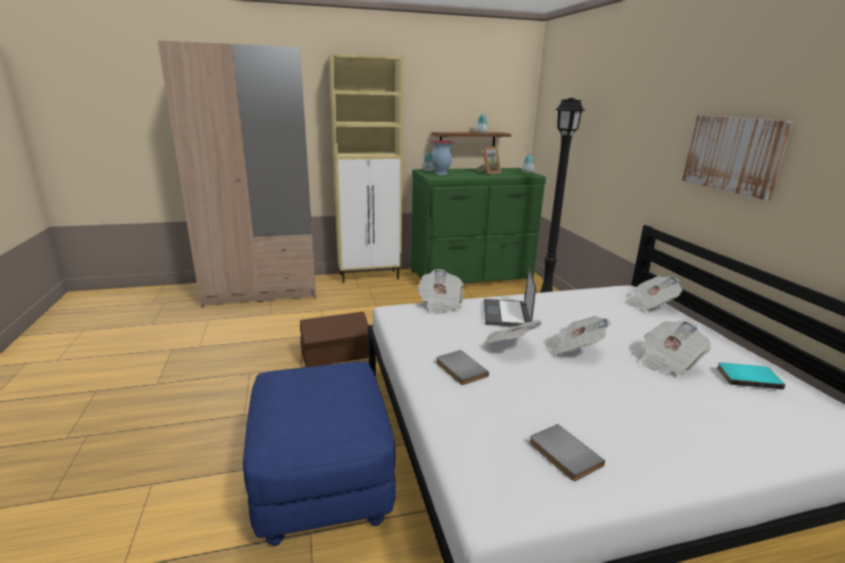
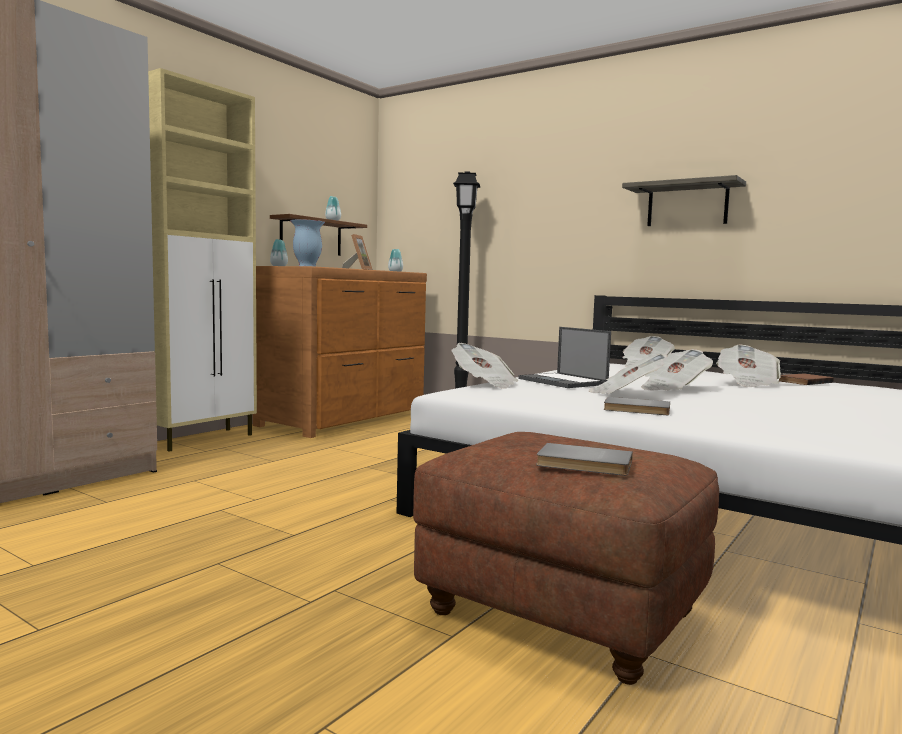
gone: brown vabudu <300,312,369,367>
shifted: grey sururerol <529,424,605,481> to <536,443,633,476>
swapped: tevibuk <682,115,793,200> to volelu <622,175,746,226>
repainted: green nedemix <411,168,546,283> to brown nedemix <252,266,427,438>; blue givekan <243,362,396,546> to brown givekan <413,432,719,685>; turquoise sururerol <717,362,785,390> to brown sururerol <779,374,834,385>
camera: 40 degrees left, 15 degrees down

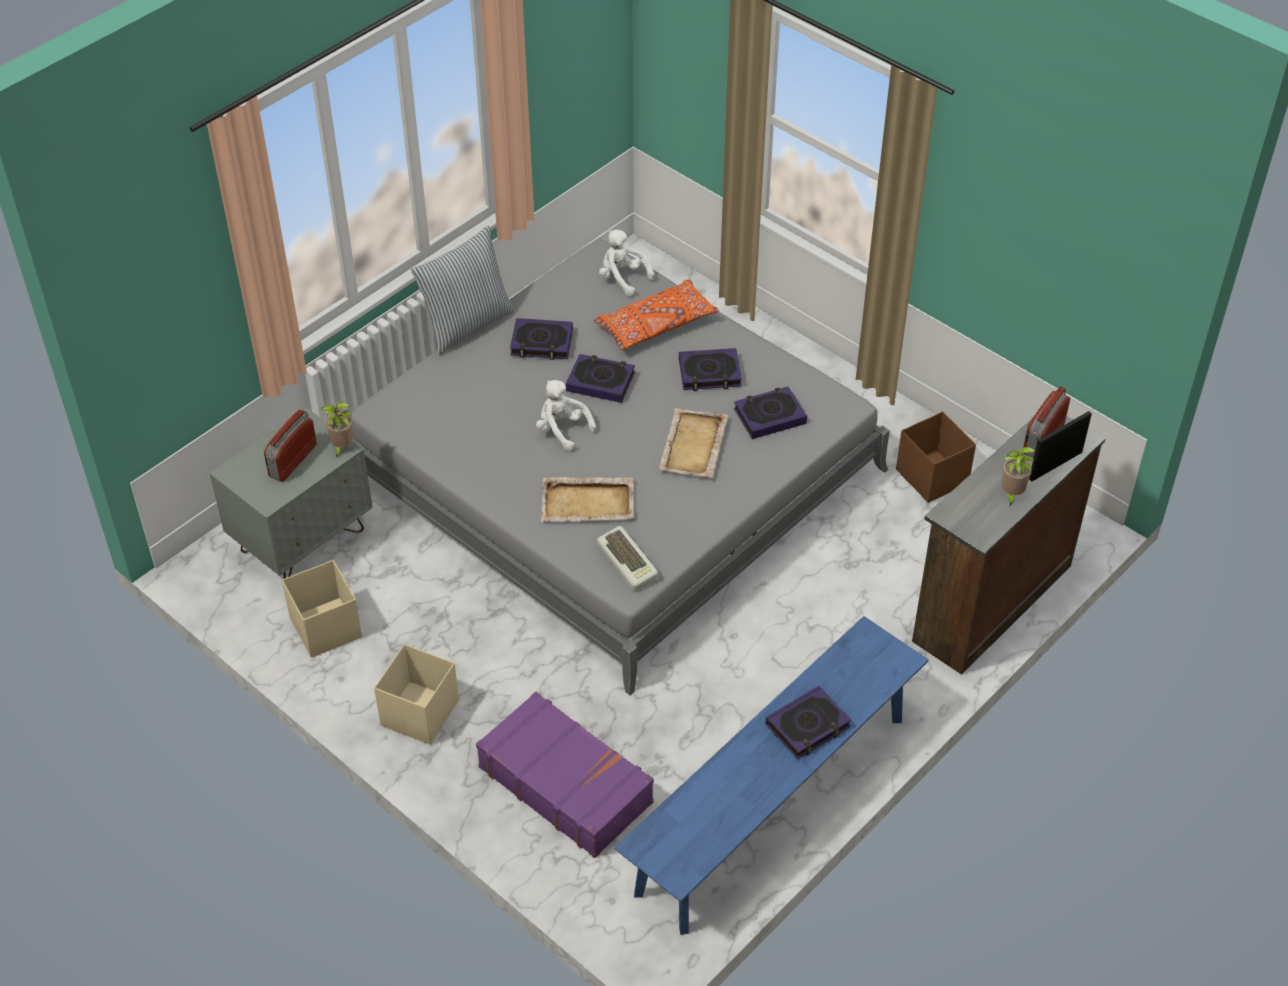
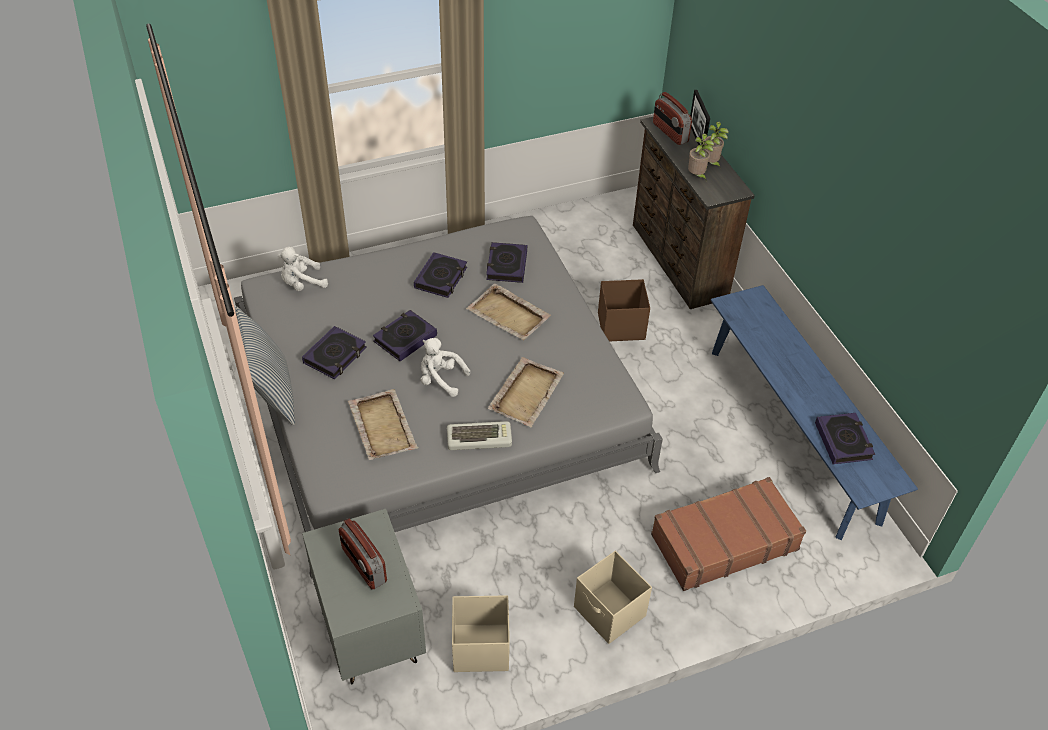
gone: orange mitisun <593,279,719,351>
new: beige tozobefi <348,389,418,460>
shifted: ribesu <597,526,658,591> to <447,421,512,450>; brown vabudu <896,411,976,503> to <598,279,650,341>; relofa <321,402,353,457> to <688,134,714,179>; sururerol <765,686,852,759> to <815,413,875,464>
repainted: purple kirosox <476,692,654,858> to brown kirosox <651,477,806,591>
rotated: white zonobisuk <536,380,596,451> = <421,338,470,397> 45 degrees clockwise
camera: 65 degrees left, 0 degrees up

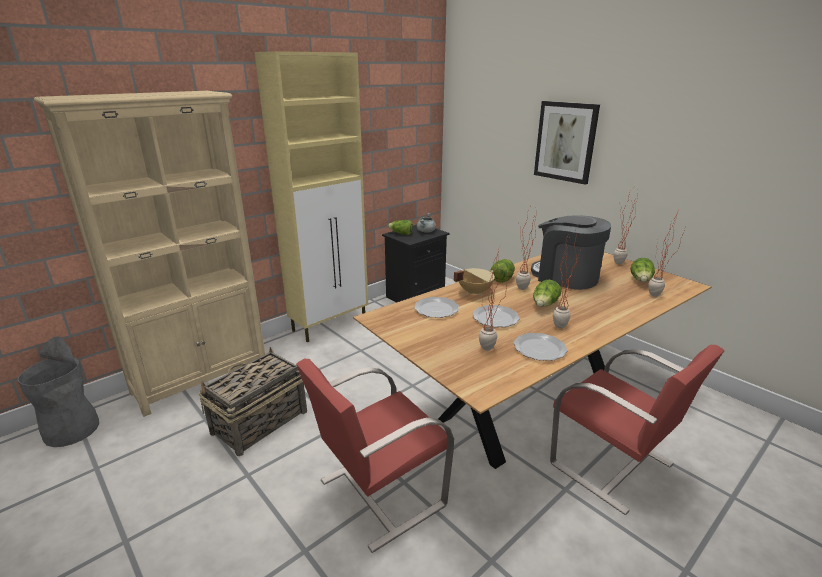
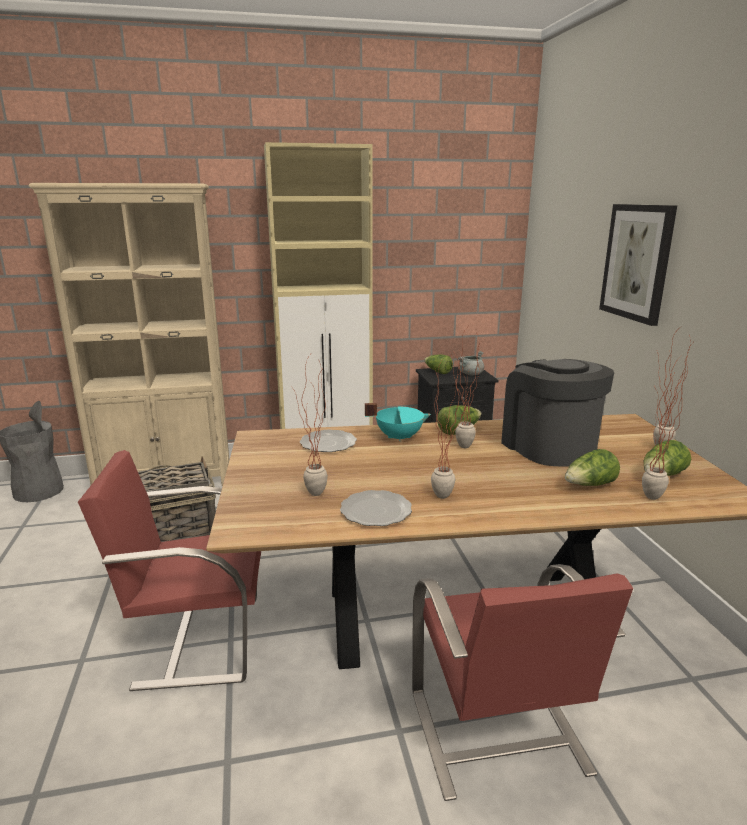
gone: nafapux <473,305,520,327>
shifted: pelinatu <533,280,561,307> to <565,449,620,486>
repainted: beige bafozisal <454,268,495,296> to turquoise bafozisal <365,403,431,442>
camera: 30 degrees right, 5 degrees down

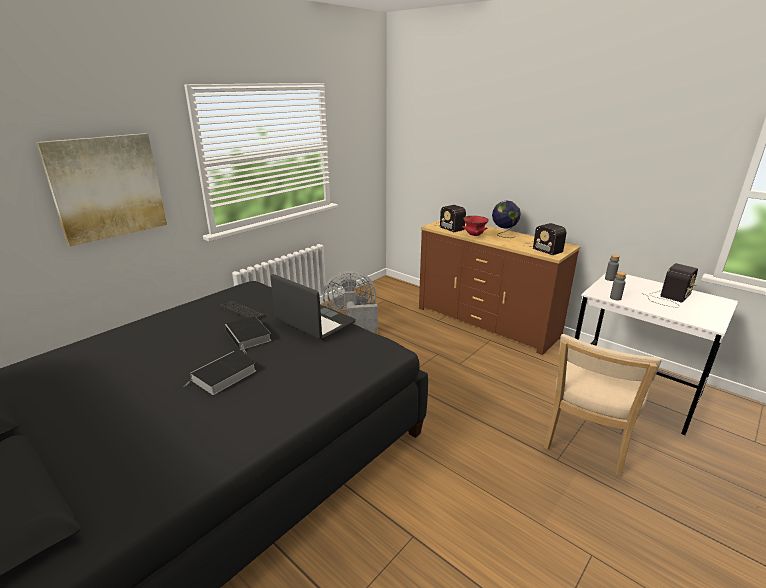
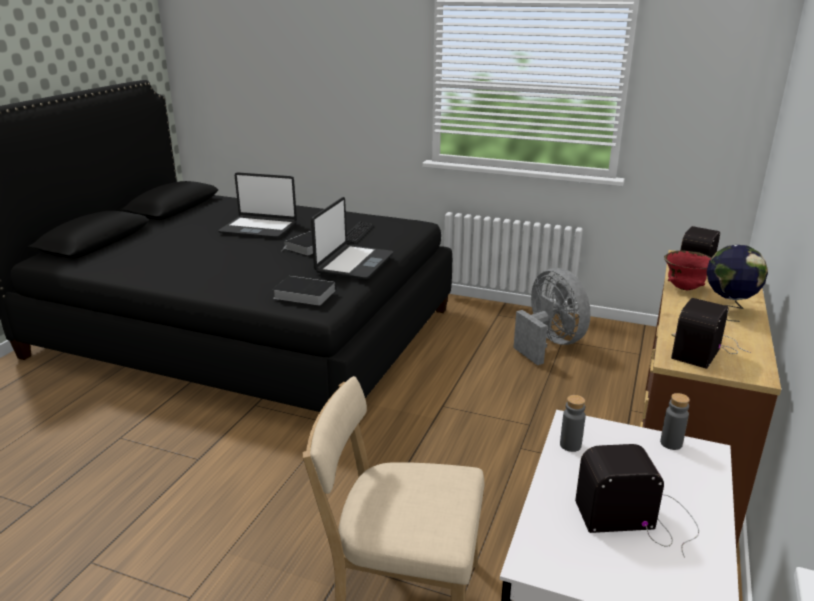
gone: tevibuk <36,133,167,246>
new: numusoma <218,172,297,238>
shifted: sururerol <184,351,256,395> to <272,276,336,306>
rotated: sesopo <641,263,698,307> = <575,444,699,558> 150 degrees clockwise
camera: 70 degrees right, 0 degrees up

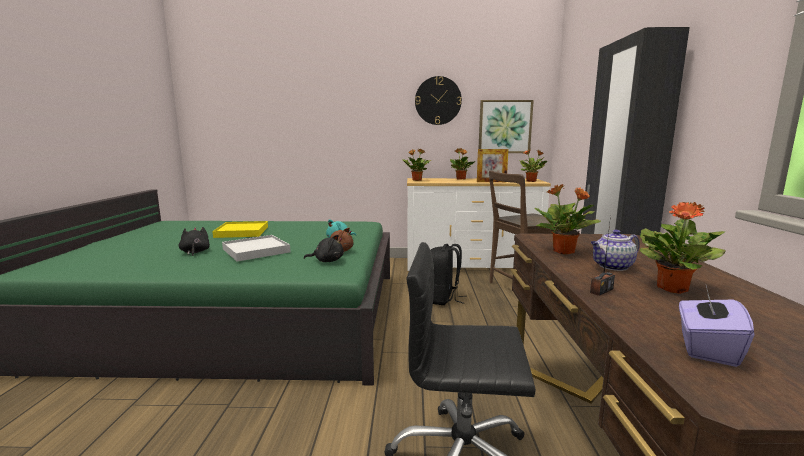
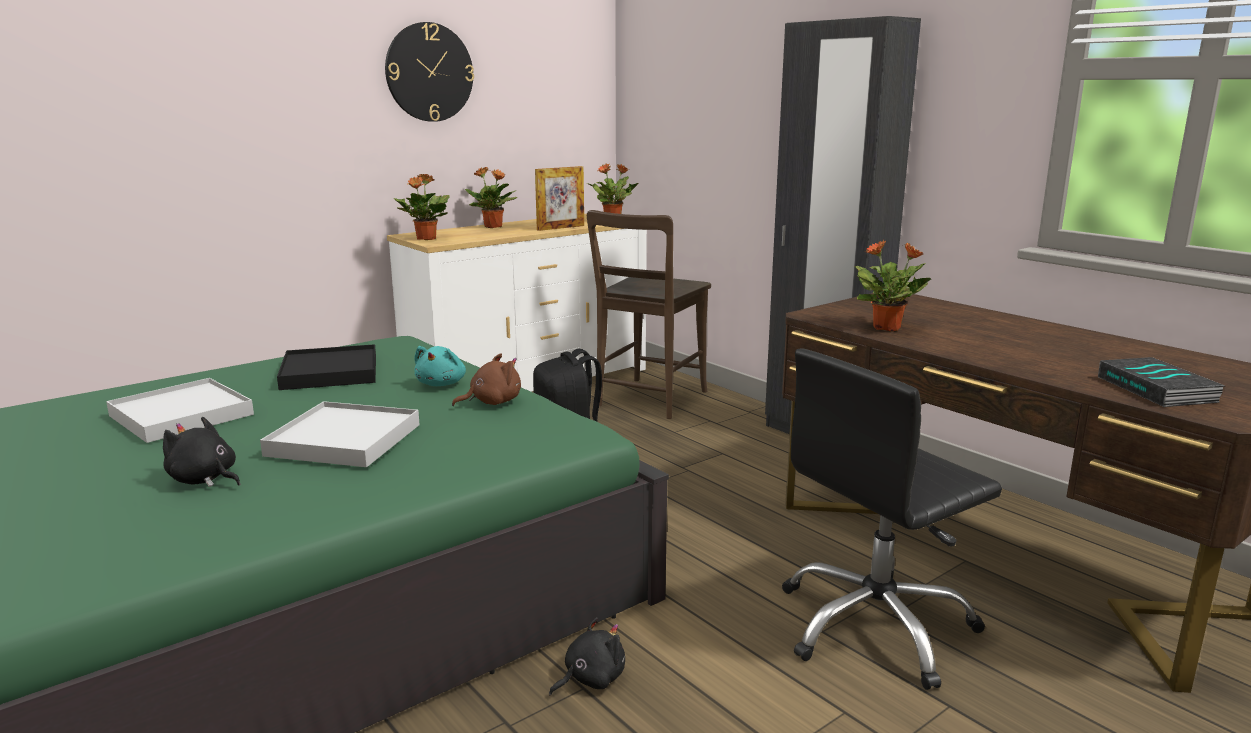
gone: tevibuk <479,100,534,153>; sesopo <590,215,615,296>; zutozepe <590,230,640,271>; relofa <640,202,726,294>
new: black tozobefi <277,344,376,390>
shifted: black zonobisuk <304,235,344,262> to <549,617,625,695>
swapped: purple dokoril <679,285,754,367> to sururerol <1098,357,1225,407>
repainted: yellow tozobefi <212,221,268,238> to white tozobefi <106,378,254,443>
camera: 40 degrees left, 5 degrees up

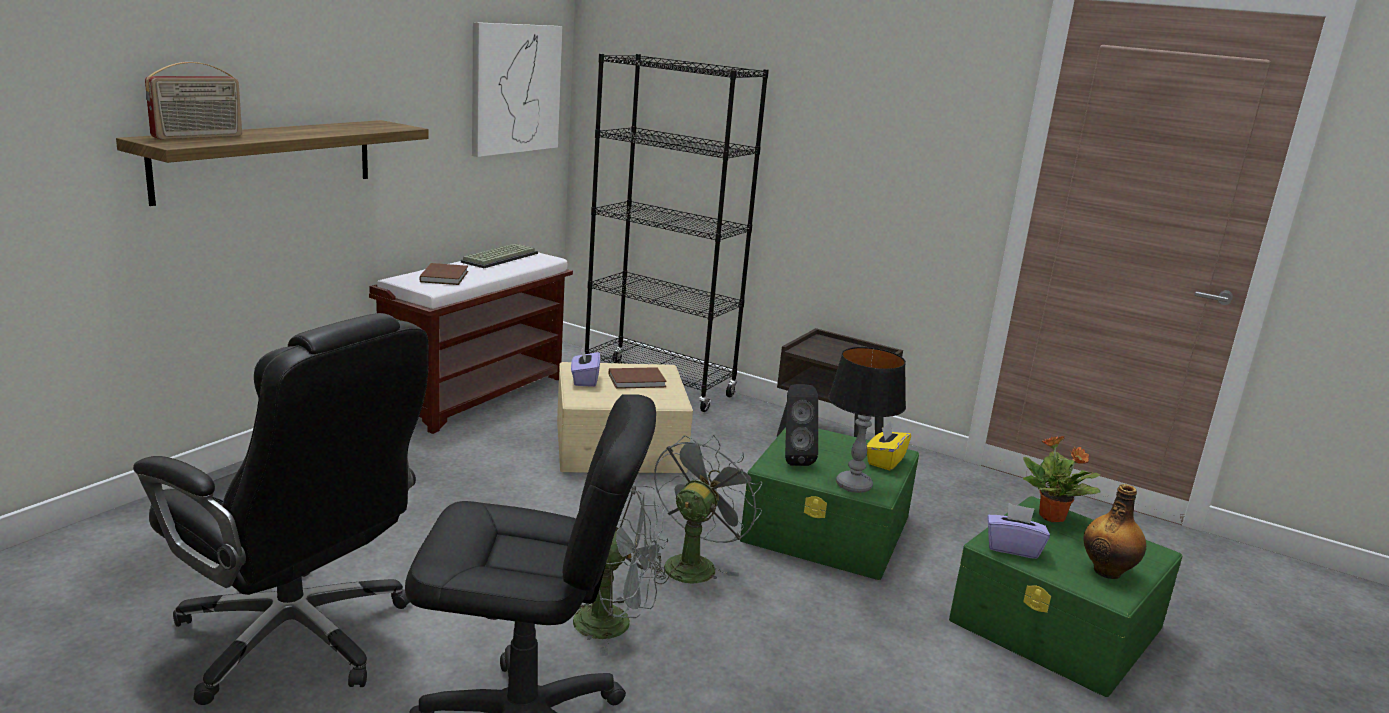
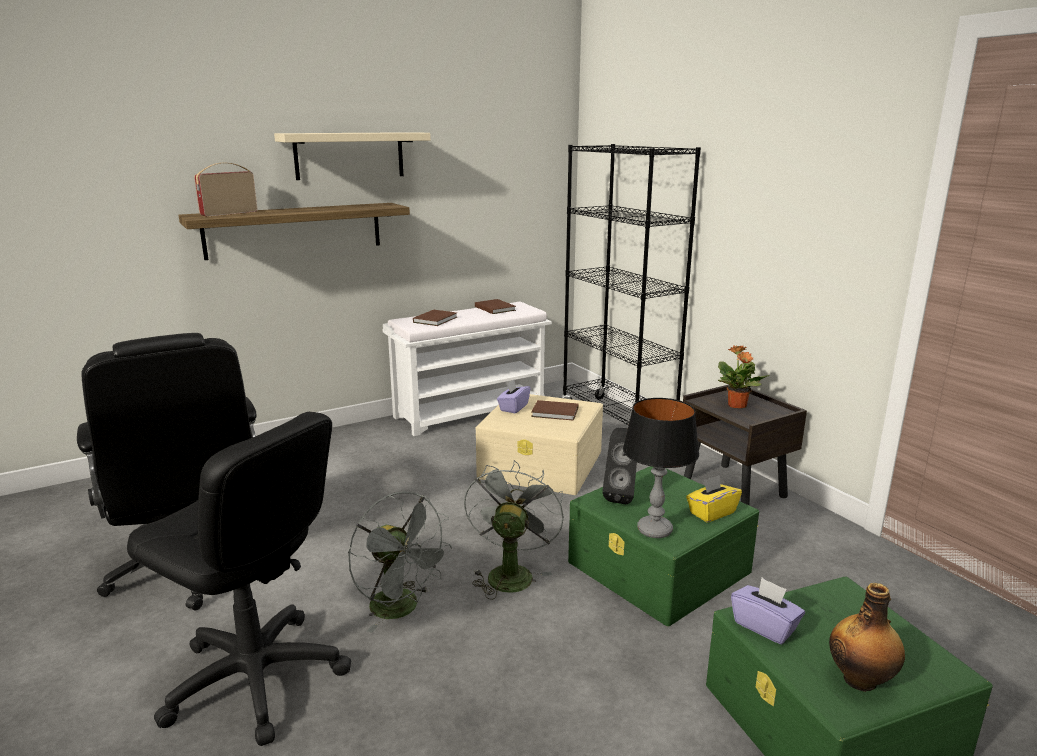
gone: tevibuk <472,22,562,157>
new: beige volelu <274,132,431,180>
shifted: relofa <1023,436,1101,522> to <718,345,770,408>
swapped: ribesu <461,244,538,268> to brown sururerol <475,299,516,314>
repainted: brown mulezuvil <369,252,573,434> to white mulezuvil <382,302,552,436>
rotated: sesopo <145,62,242,139> = <194,162,257,217> 150 degrees clockwise; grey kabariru <650,435,762,584> = <464,460,564,600> 45 degrees counterclockwise
camera: 30 degrees right, 0 degrees up

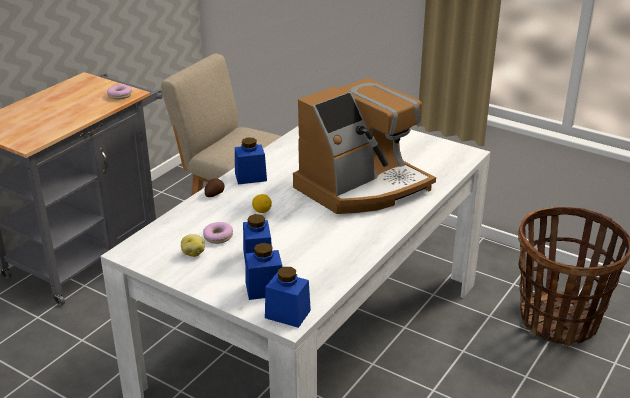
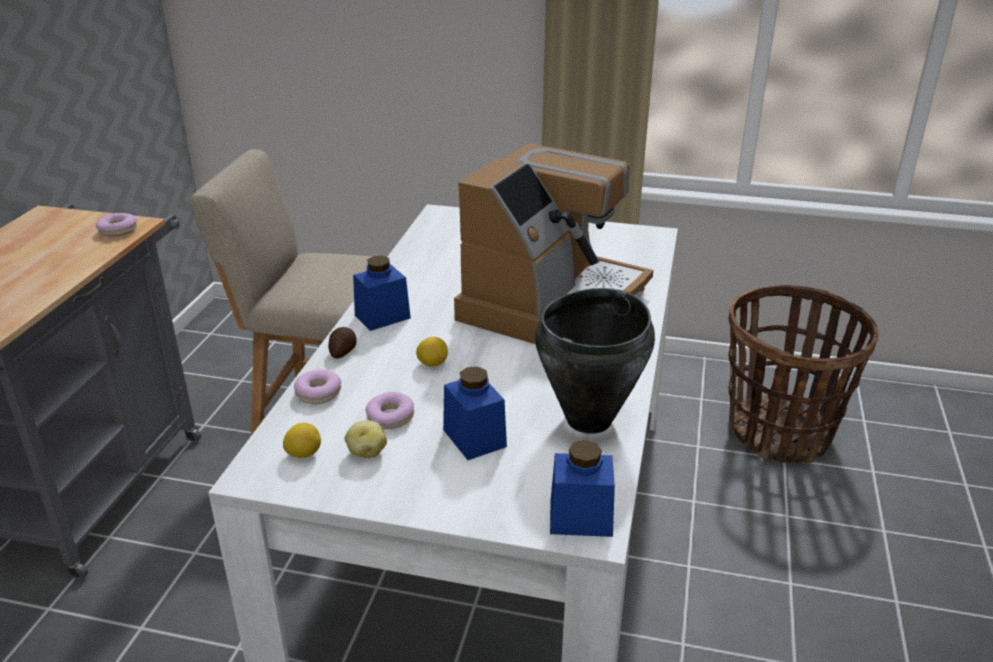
gone: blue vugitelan <246,243,282,300>
new: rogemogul <283,423,321,458>; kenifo <294,370,341,404>; black bafozisal <535,288,655,434>
camera: 20 degrees left, 0 degrees up

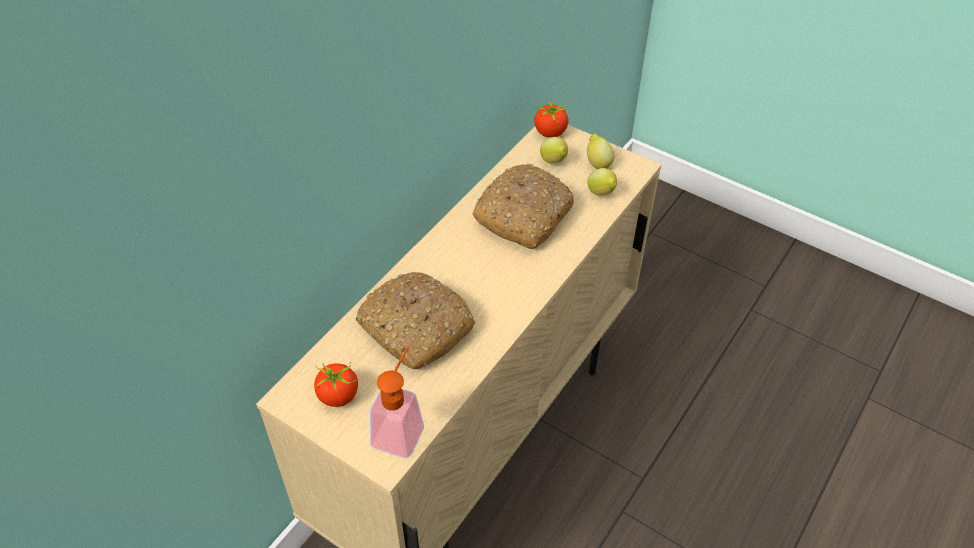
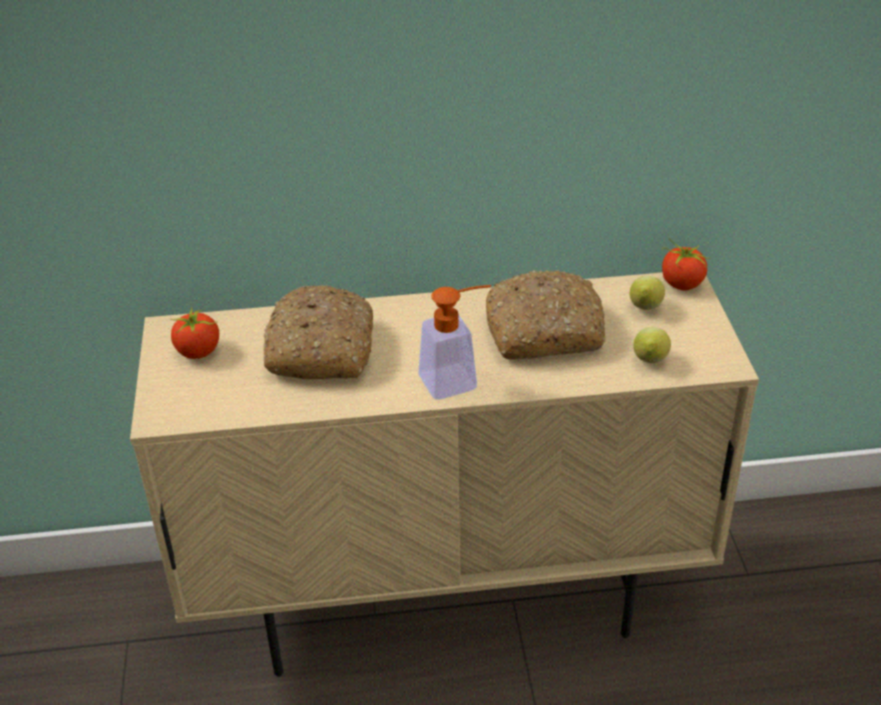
gone: rogemogul <587,133,614,169>
shifted: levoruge <370,347,424,458> to <418,285,491,400>
camera: 50 degrees right, 10 degrees down

